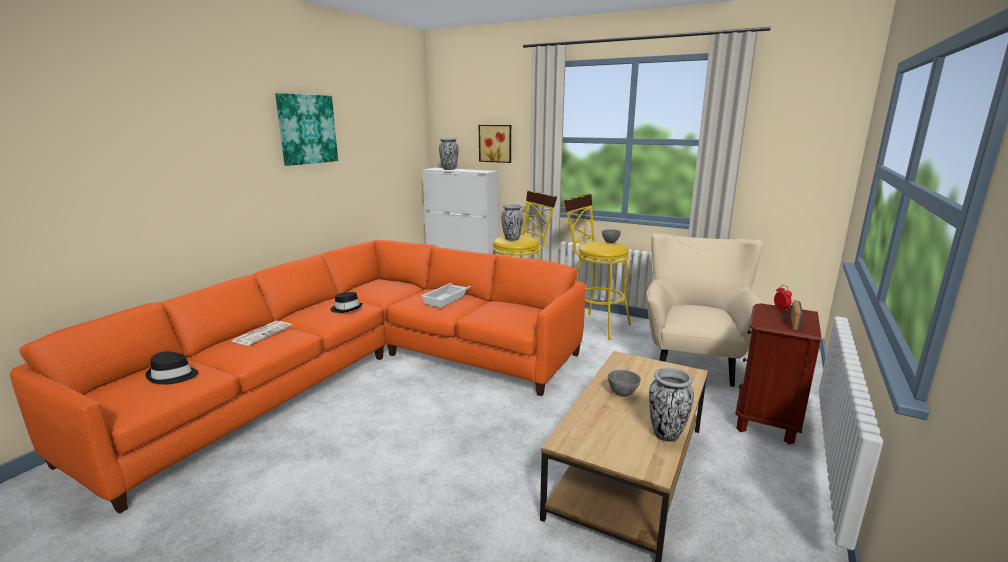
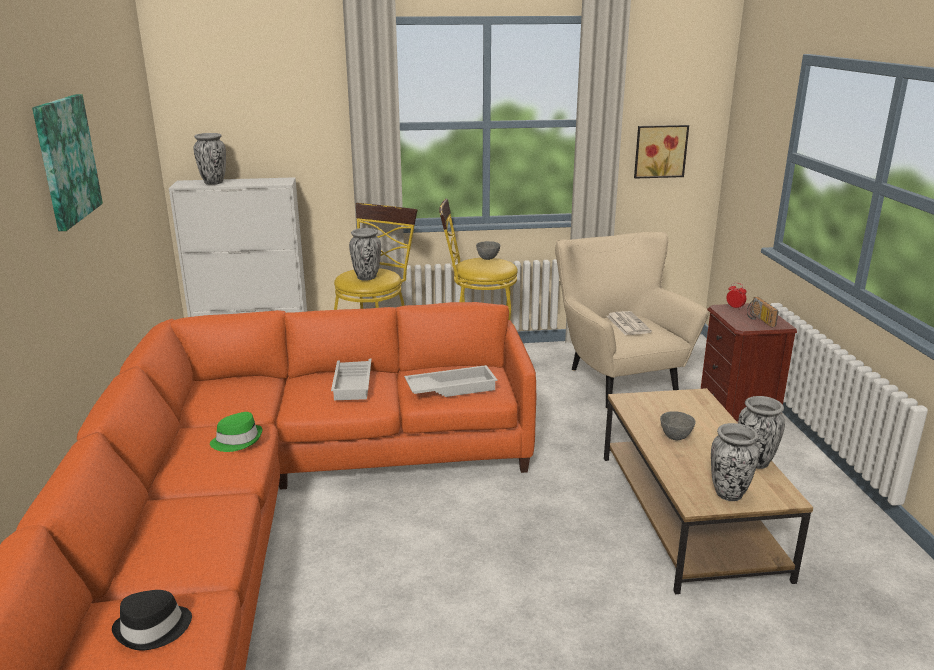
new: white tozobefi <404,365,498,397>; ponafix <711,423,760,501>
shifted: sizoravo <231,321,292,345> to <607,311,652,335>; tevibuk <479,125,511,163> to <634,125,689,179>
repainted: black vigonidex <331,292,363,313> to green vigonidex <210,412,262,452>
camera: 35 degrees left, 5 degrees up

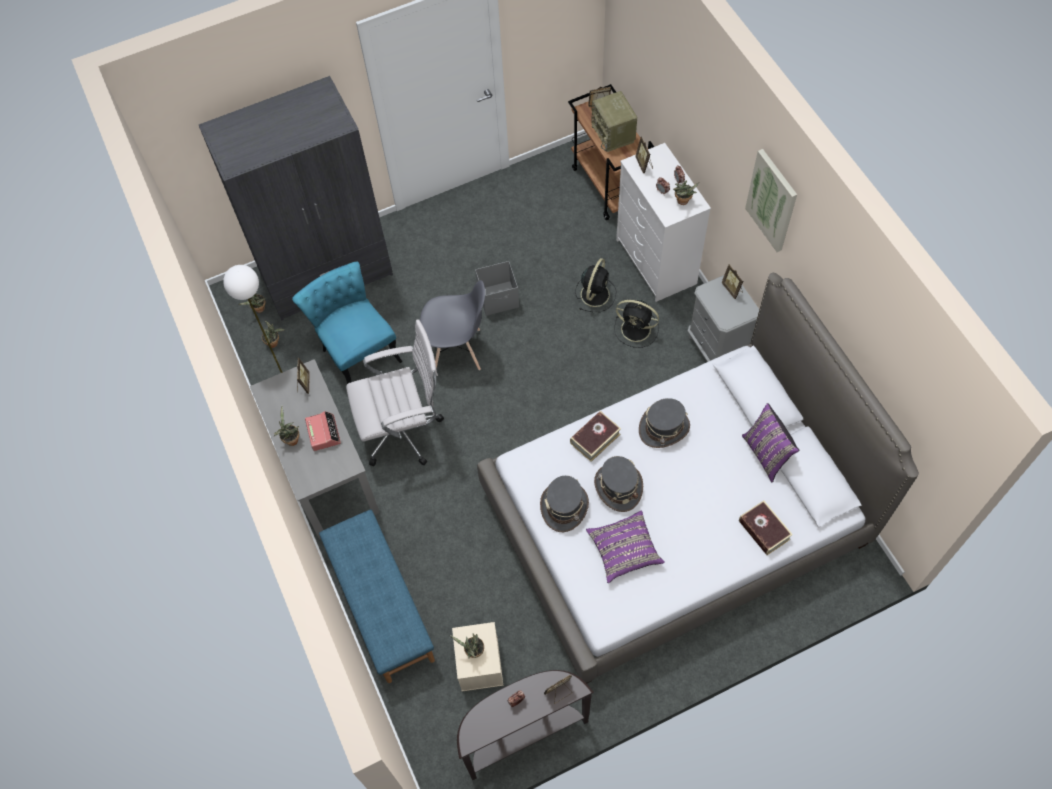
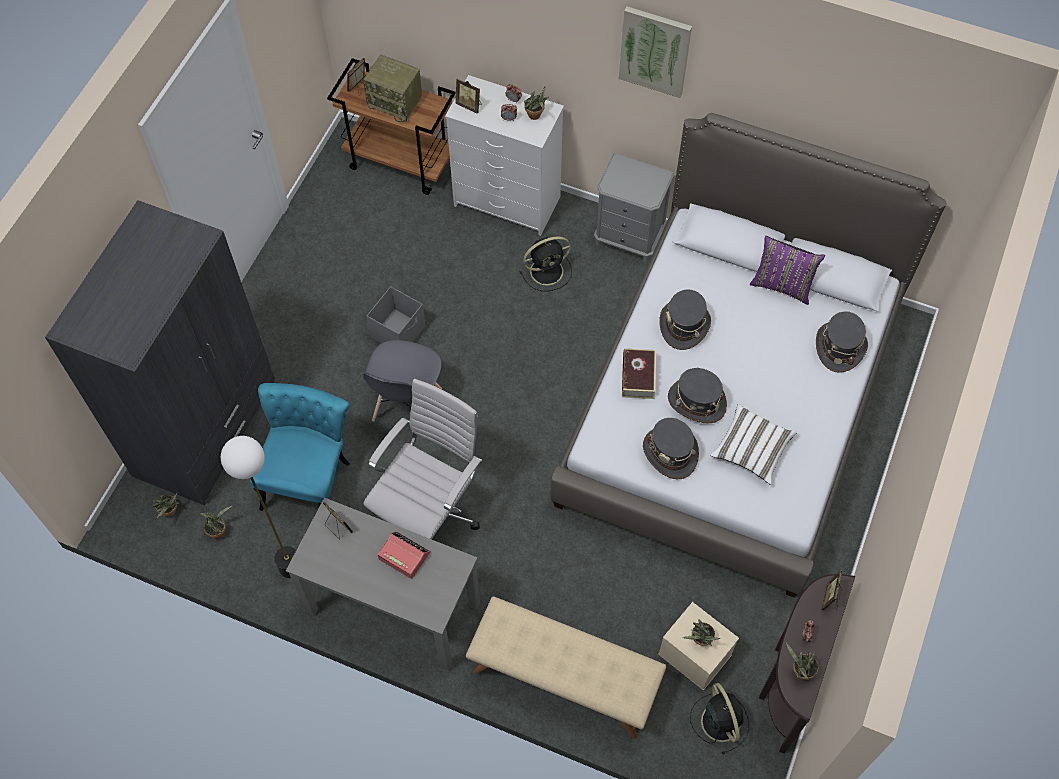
gone: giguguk <722,264,743,299>
shifted: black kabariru <575,258,616,312> to <690,683,749,755>; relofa <274,406,299,446> to <786,643,819,680>
swapped: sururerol <739,500,793,555> to grey vigonidex <816,311,868,373>
repainted: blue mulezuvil <319,509,435,683> to beige mulezuvil <466,596,666,739>; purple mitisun <586,510,665,583> to white mitisun <710,404,797,485>
rotated: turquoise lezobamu <292,262,403,384> = <249,383,350,511> 90 degrees clockwise; grey lezobamu <420,280,485,370> = <363,340,442,422> 150 degrees clockwise
camera: 45 degrees left, 0 degrees up

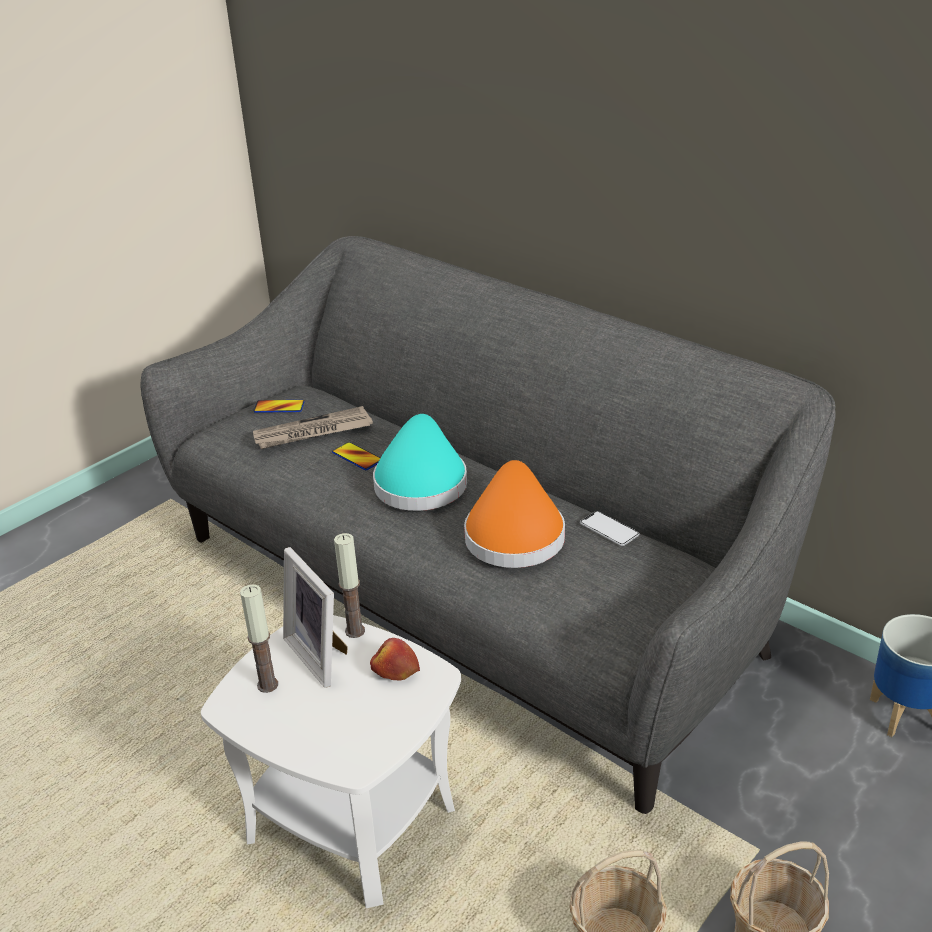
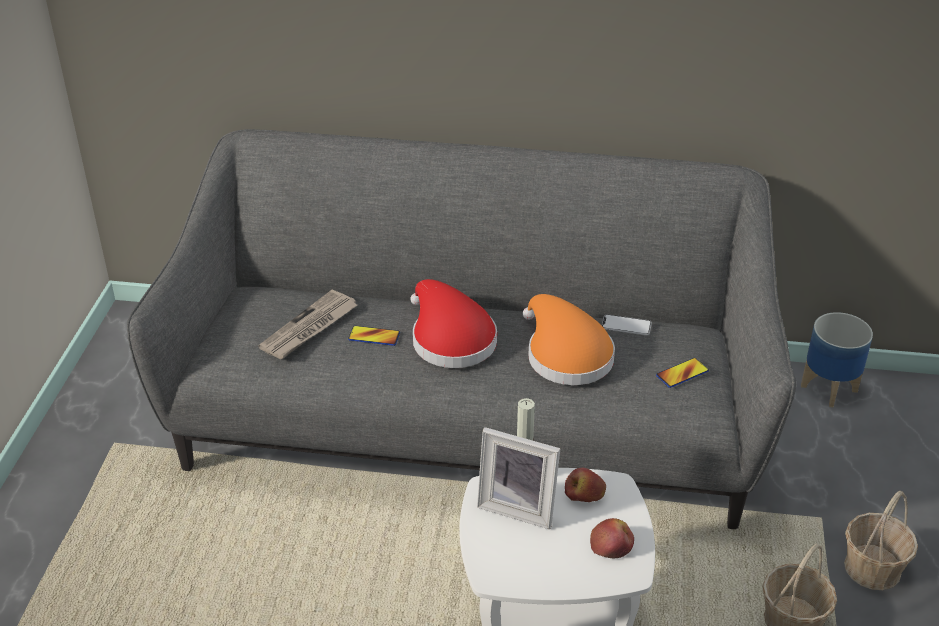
gone: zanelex <240,584,278,693>
new: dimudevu <590,518,634,558>
shifted: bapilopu <253,400,305,413> to <656,358,709,388>
repainted: turquoise vigonidex <373,414,467,511> to red vigonidex <411,279,497,368>
camera: 35 degrees left, 5 degrees up

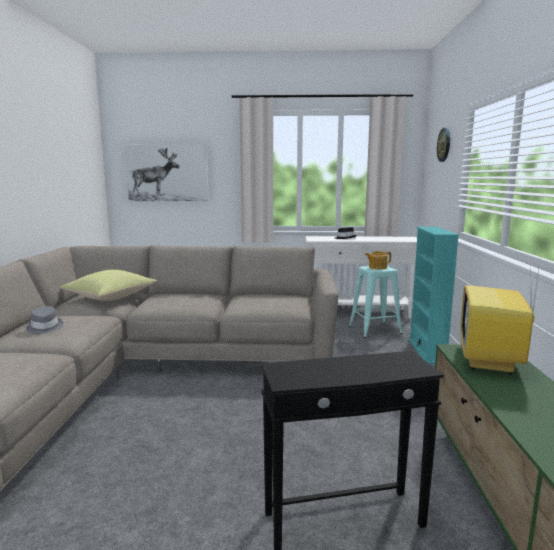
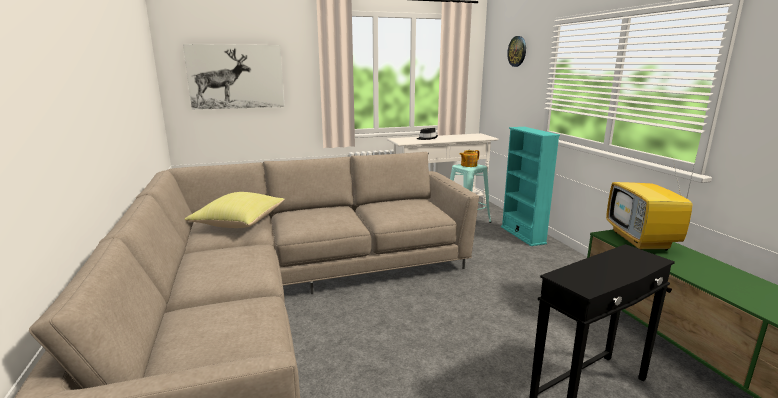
gone: grey vigonidex <26,306,63,334>
camera: 20 degrees left, 5 degrees up

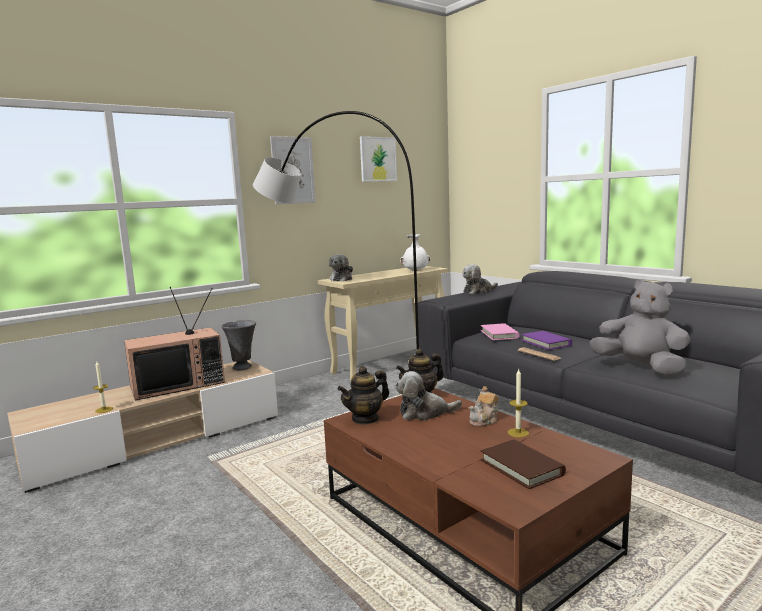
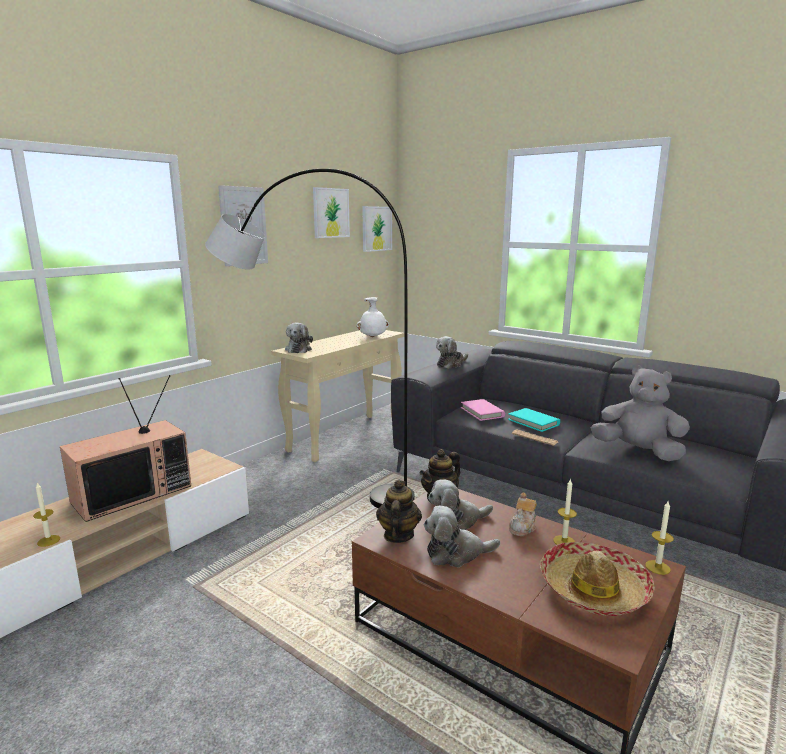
gone: grey ponafix <221,320,256,370>
new: tevibuk <362,206,392,252>; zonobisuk <423,505,500,567>; zanelex <645,501,674,575>
swapped: brown sururerol <481,440,566,489> to vigonidex <540,542,655,616>
repainted: purple sururerol <521,331,572,350> to turquoise sururerol <508,408,560,432>
rotated: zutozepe <338,366,389,425> = <376,480,422,543> 150 degrees clockwise
camera: 15 degrees left, 5 degrees up

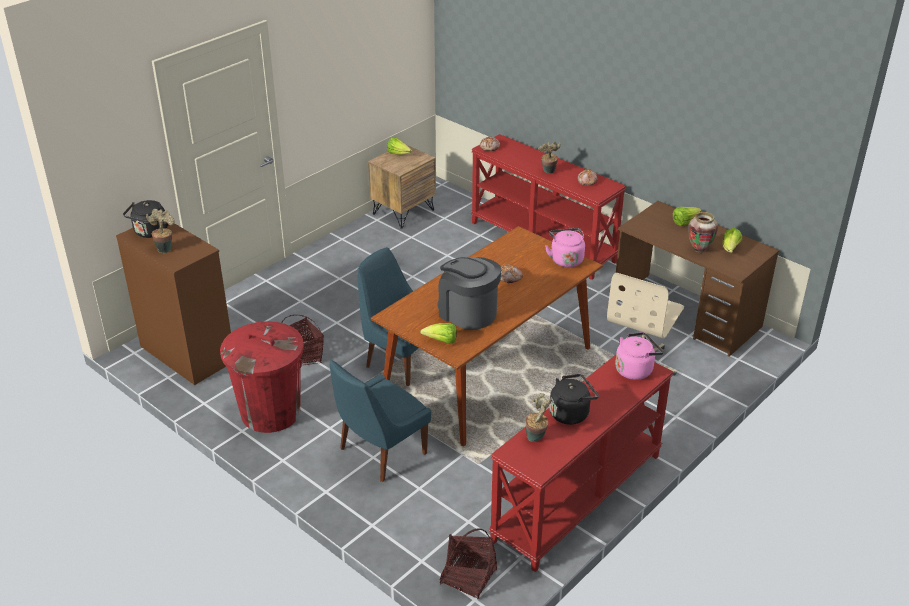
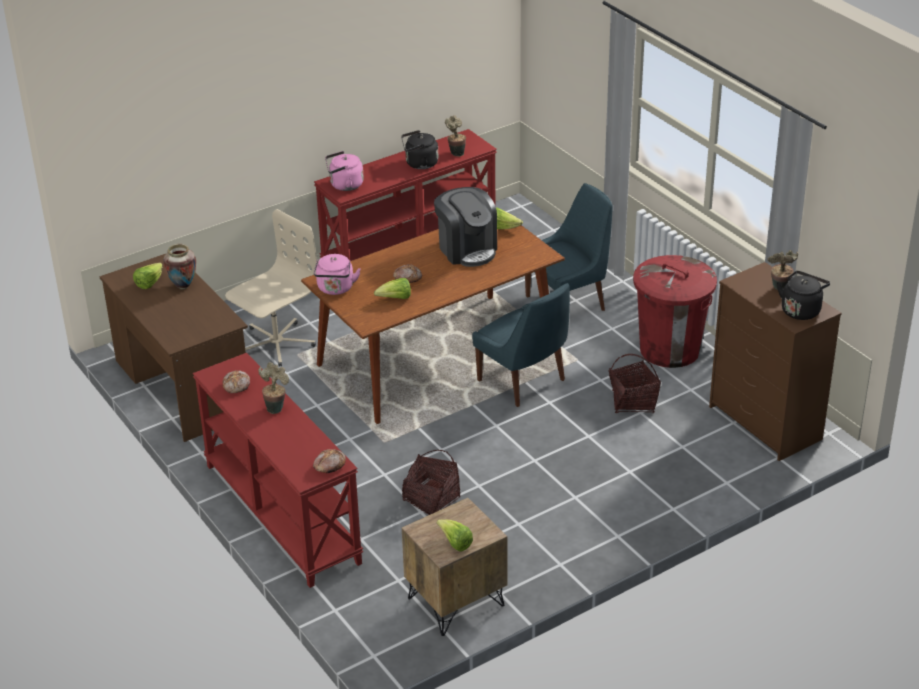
shifted: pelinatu <673,207,701,226> to <374,278,411,299>; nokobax <440,528,497,599> to <402,450,460,515>
camera: 165 degrees left, 0 degrees up

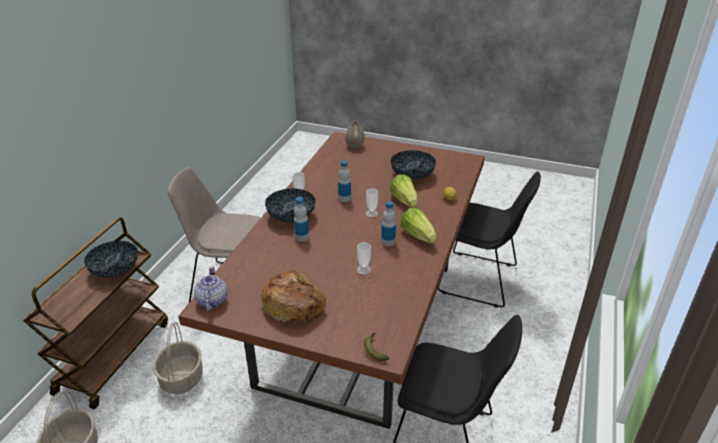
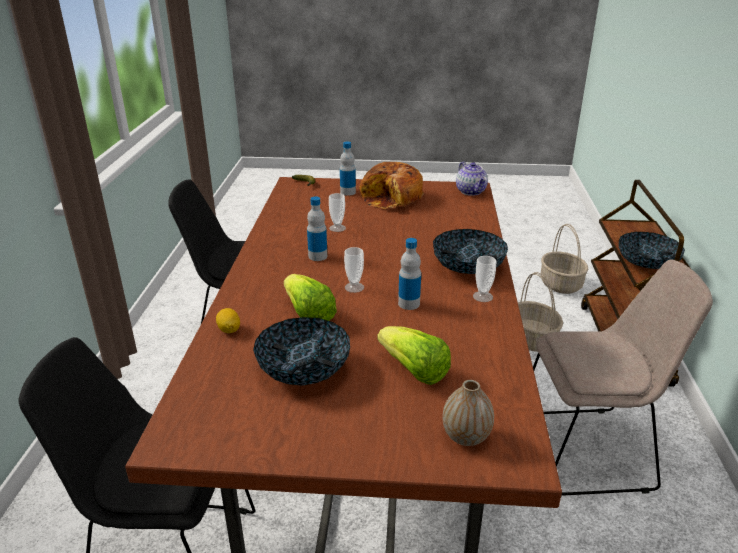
shifted: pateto <294,197,309,242> to <340,142,356,196>; pelinatu <400,208,437,243> to <377,326,451,385>
camera: 165 degrees right, 5 degrees down

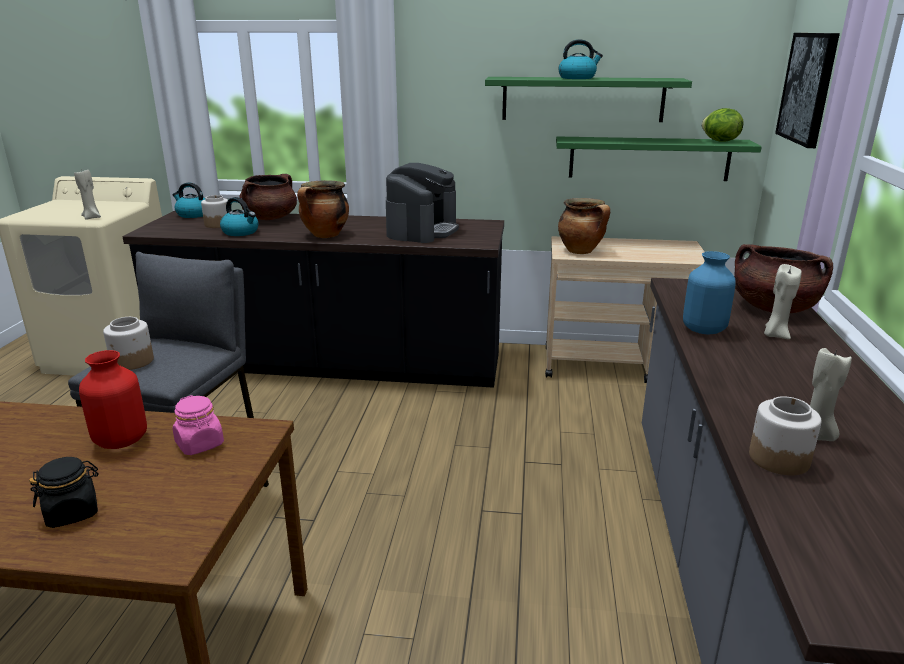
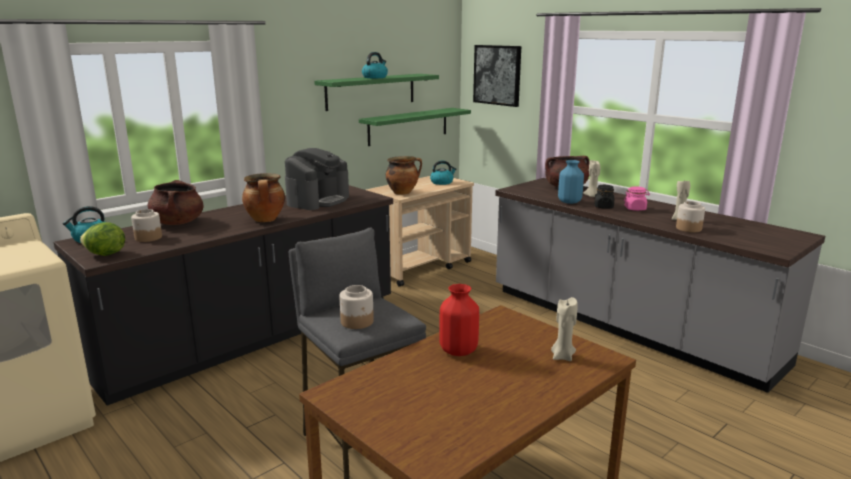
shifted: pelinatu <701,108,744,142> to <80,222,125,256>; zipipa <220,197,259,236> to <430,161,456,185>; beige zanelex <74,169,101,220> to <551,297,578,361>; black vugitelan <29,457,99,528> to <594,185,614,209>; pink vugitelan <173,395,224,455> to <624,186,650,211>
rotated: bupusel <386,163,459,243> = <285,148,349,210> 60 degrees clockwise
camera: 50 degrees left, 5 degrees down

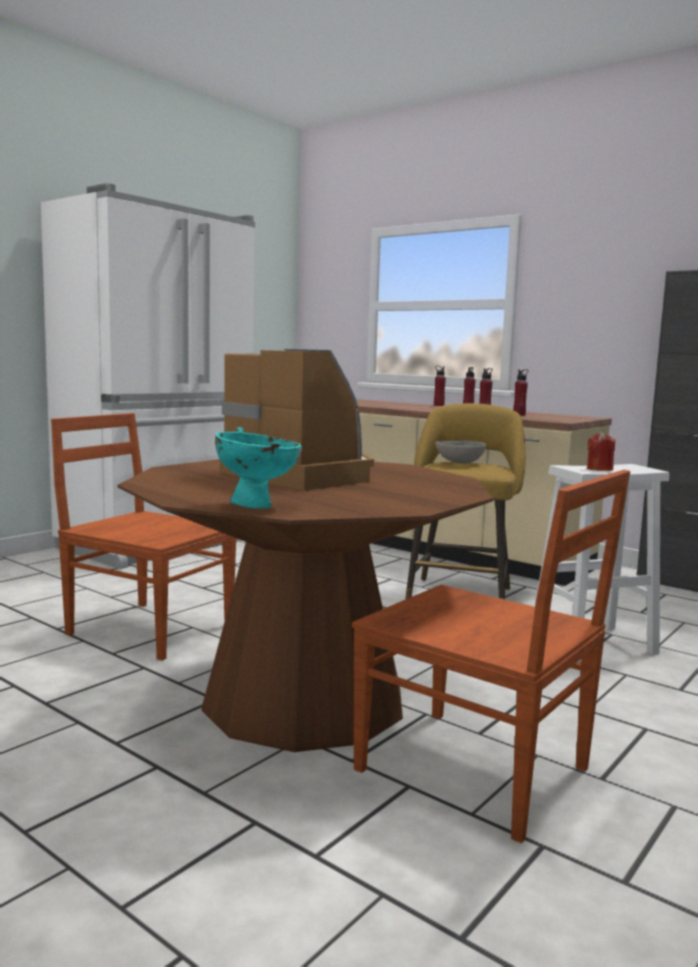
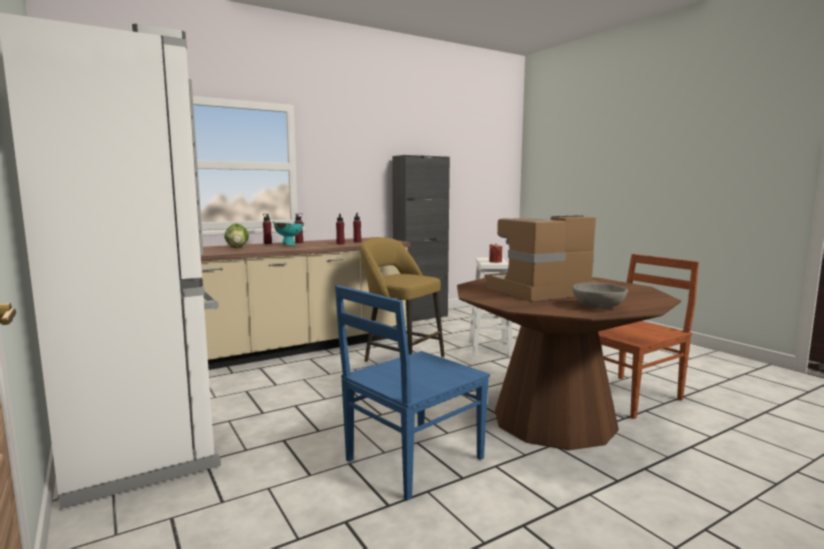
new: pelinatu <224,224,249,248>
shifted: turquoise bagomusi <215,427,302,509> to <273,221,304,246>; grey bagomusi <435,441,487,464> to <572,282,628,308>
repainted: brown lezobamu <51,413,236,661> to blue lezobamu <335,285,490,501>
camera: 70 degrees left, 0 degrees up

